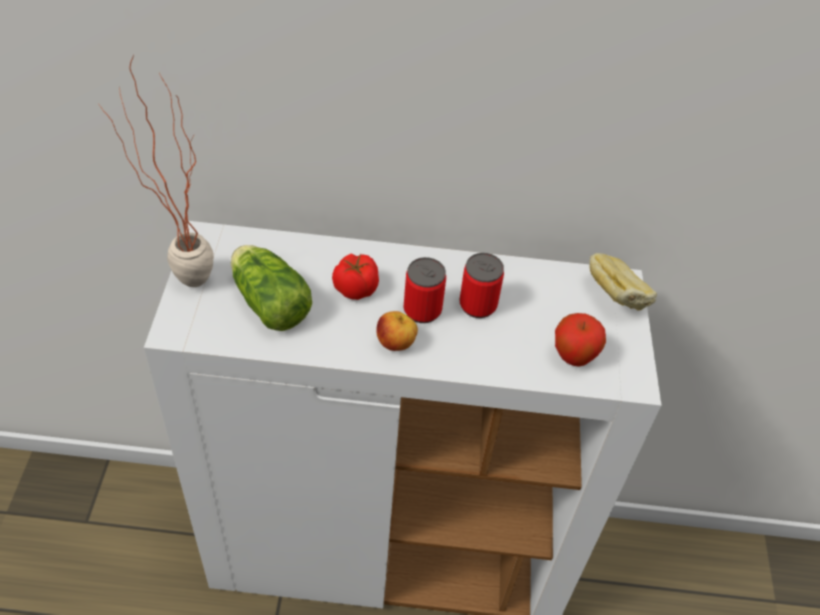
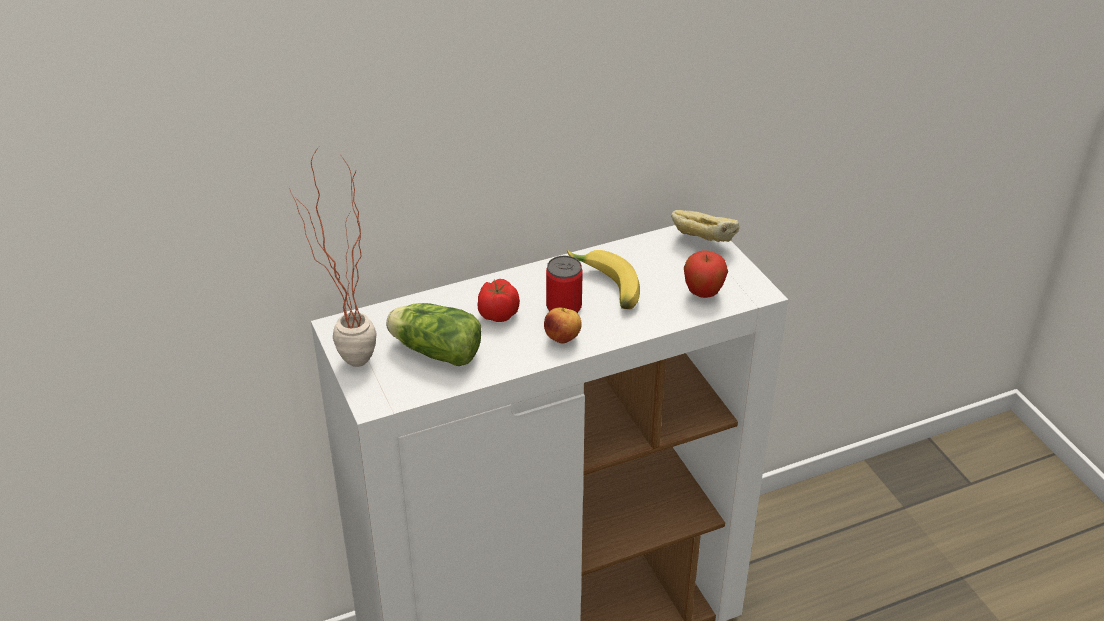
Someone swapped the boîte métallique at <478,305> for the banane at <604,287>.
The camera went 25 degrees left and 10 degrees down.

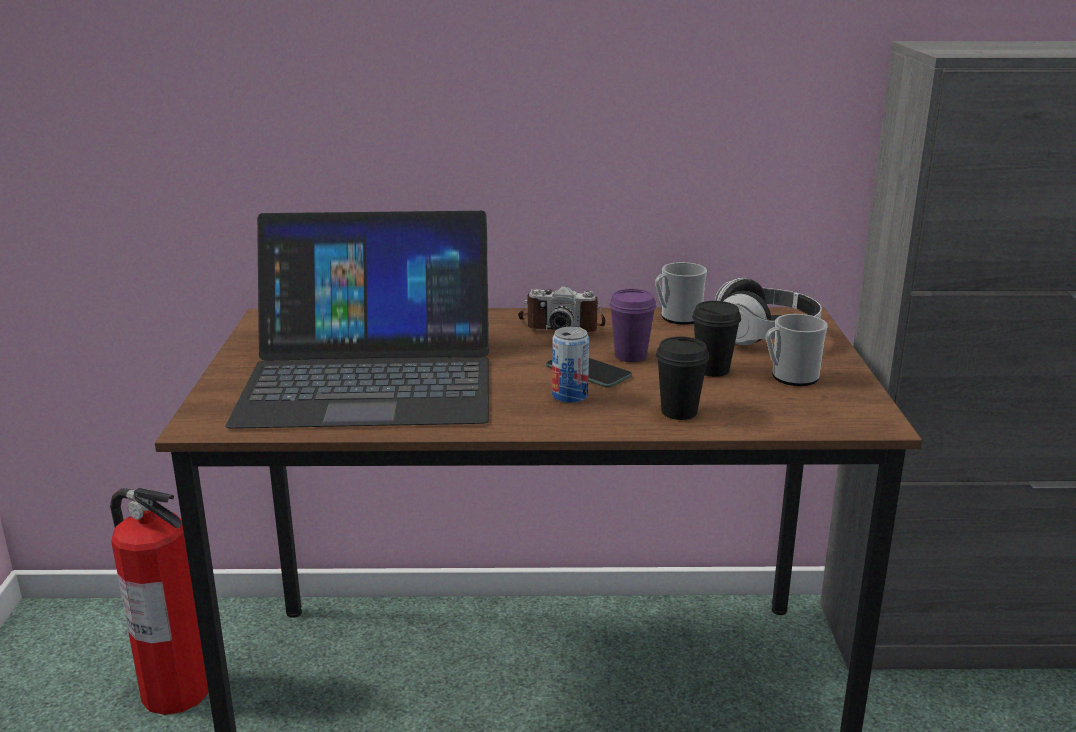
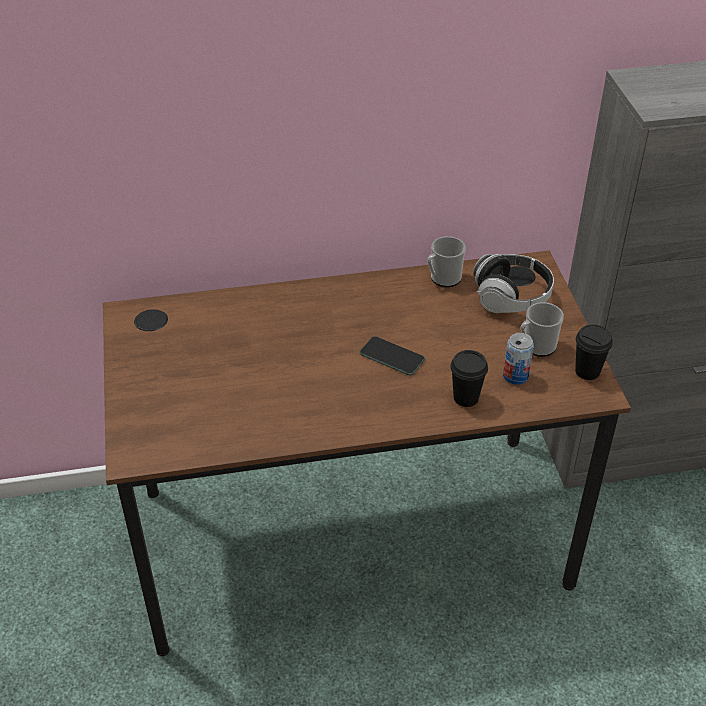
Someone took away the extincteur at <174,691>.
Someone took away the ordinateur portable at <370,377>.
Someone took away the appareil photo at <561,325>.
Someone carried the boîte métallique from <570,396> to <515,376>.
Someone took away the tasse (violet) at <630,356>.
Someone carried the tasse (noir) from <712,370> to <587,371>.
The camera went 10 degrees left and 20 degrees up.

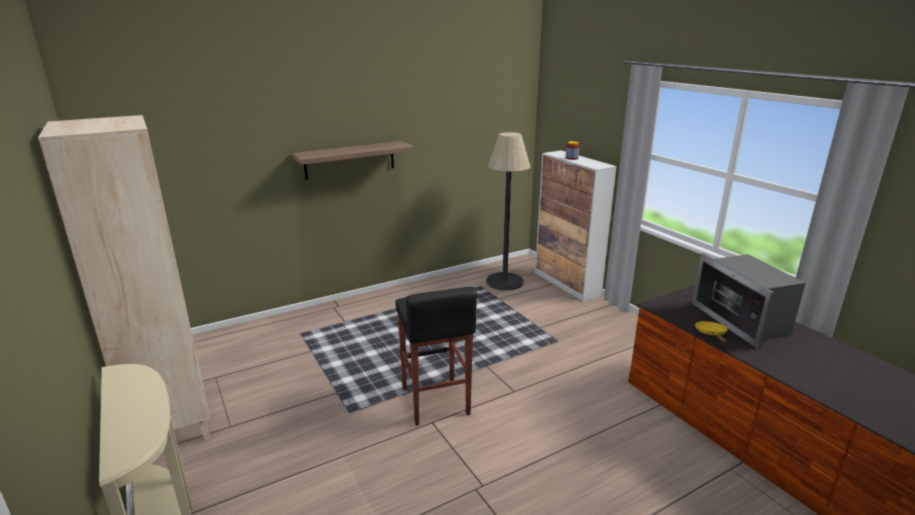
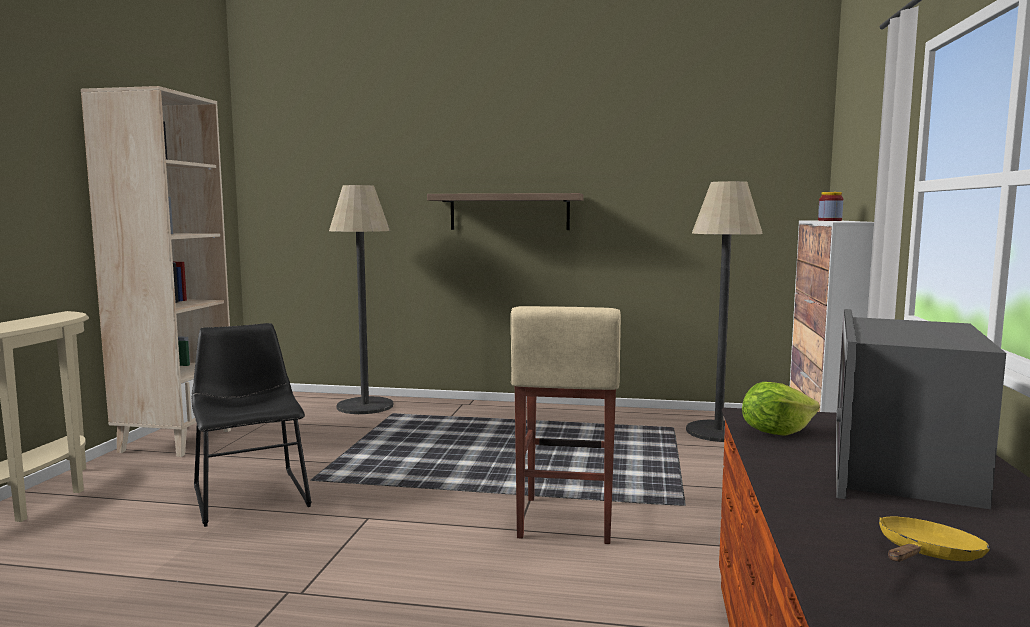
Someone took away the tabouret (noir) at <434,402>.
Someone carried the poêle (jaune) from <711,334> to <926,555>.
Someone put down the chaise (noir) at <250,494>.
Someone put down the lampadaire at <365,406>.
Someone put down the tabouret (beige) at <564,520>.
Someone put down the laitue at <775,432>.
The camera went 40 degrees right and 15 degrees down.

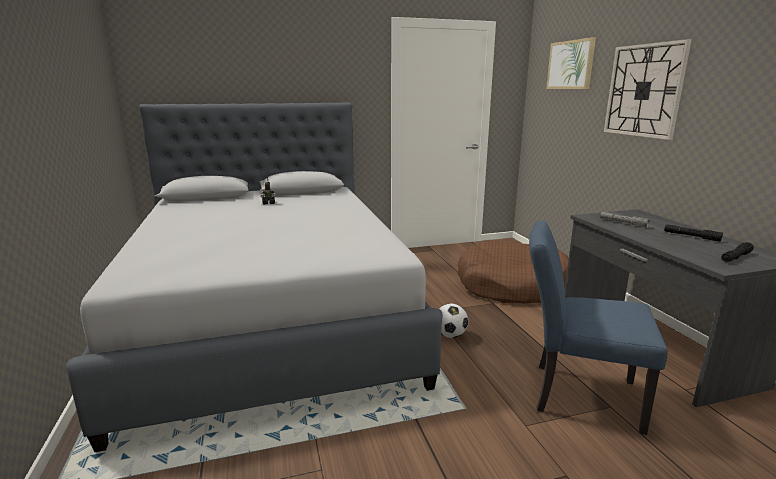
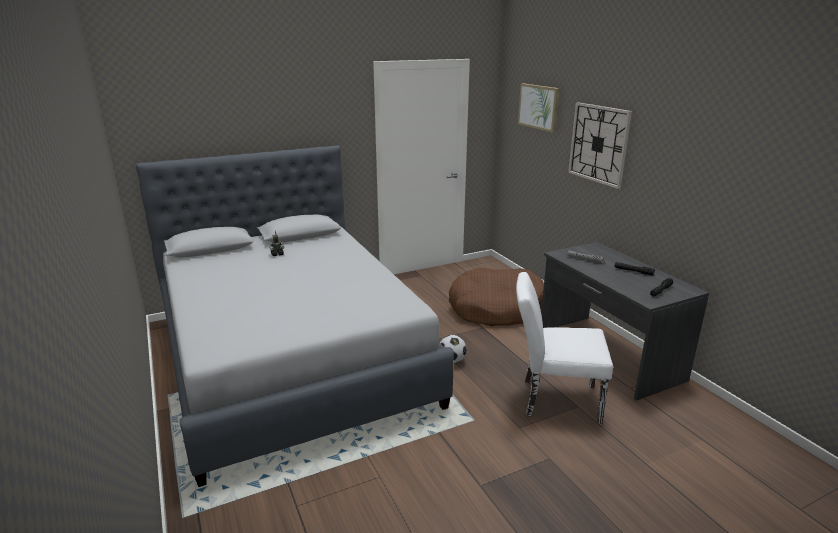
Someone repainted the chaise (bleu) at <576,394>, which became the chaise (blanc) at <553,400>.
The camera went 10 degrees left and 5 degrees up.

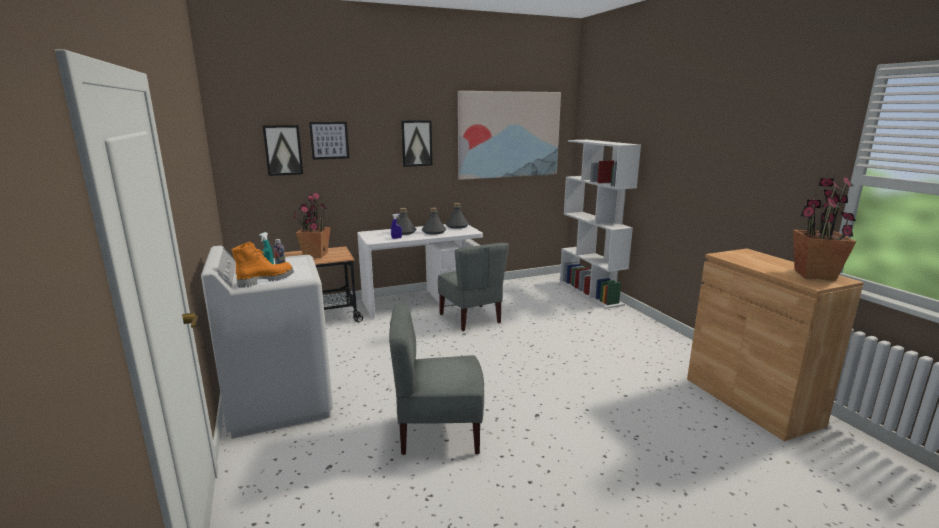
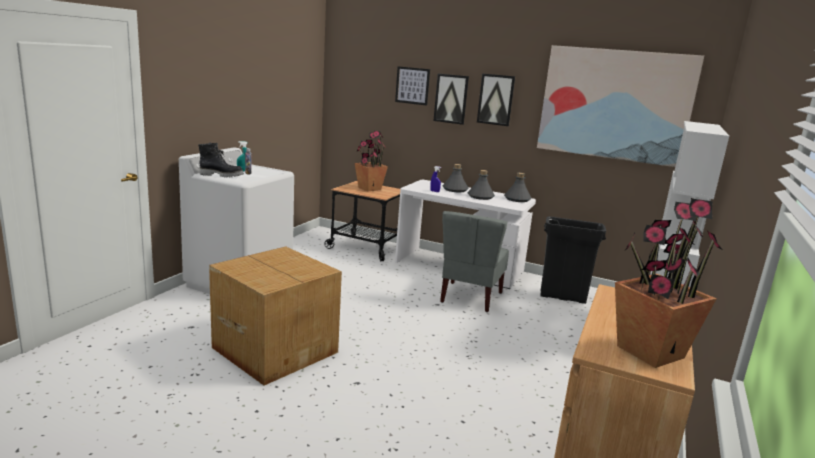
Someone repainted the botte (orange) at <266,280>, which became the botte (noir) at <222,175>.
Someone carried the tableau from <283,150> to <451,99>.
Someone swapped the chaise (gris) at <439,432> for the carton at <275,349>.
Someone put down the poubelle (noir) at <563,297>.
The camera went 45 degrees right and 0 degrees up.

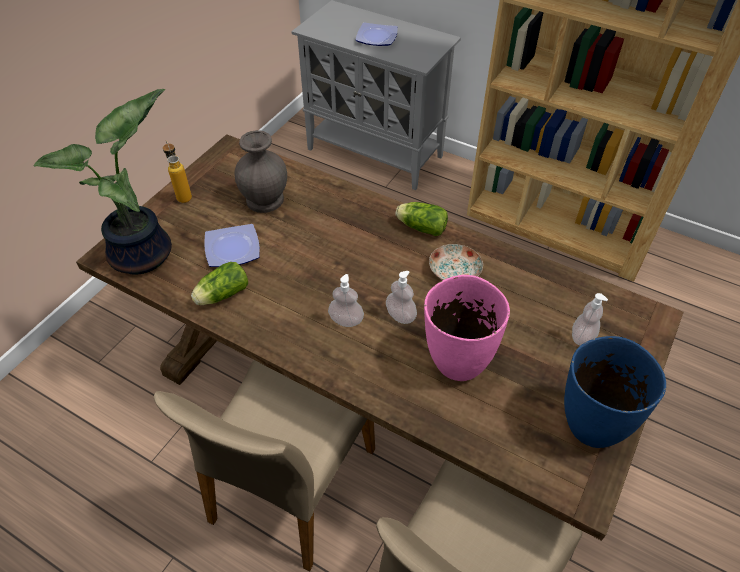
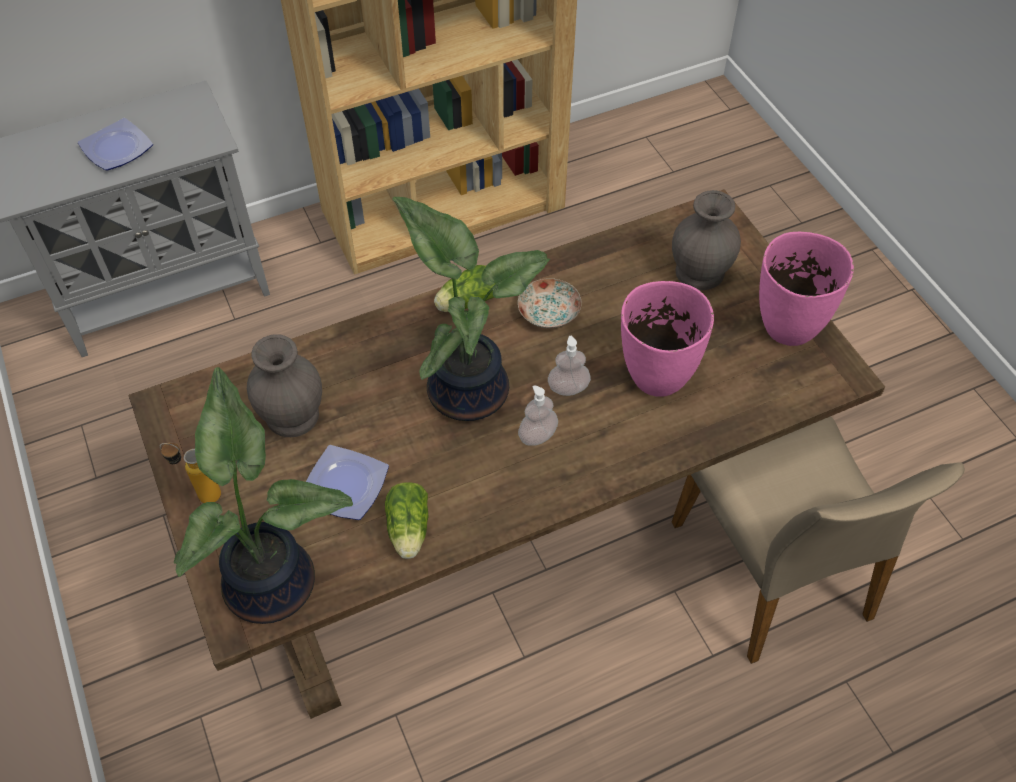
Someone took away the chaise (beige) at <290,485>.
Someone repainted the vase (bleu) at <591,425>, which became the vase (rose) at <787,328>.
Someone swapped the distributeur de savon at <582,337> for the vase (gris) at <698,272>.
Someone put down the plante en pot at <469,388>.
The camera went 55 degrees left and 5 degrees up.

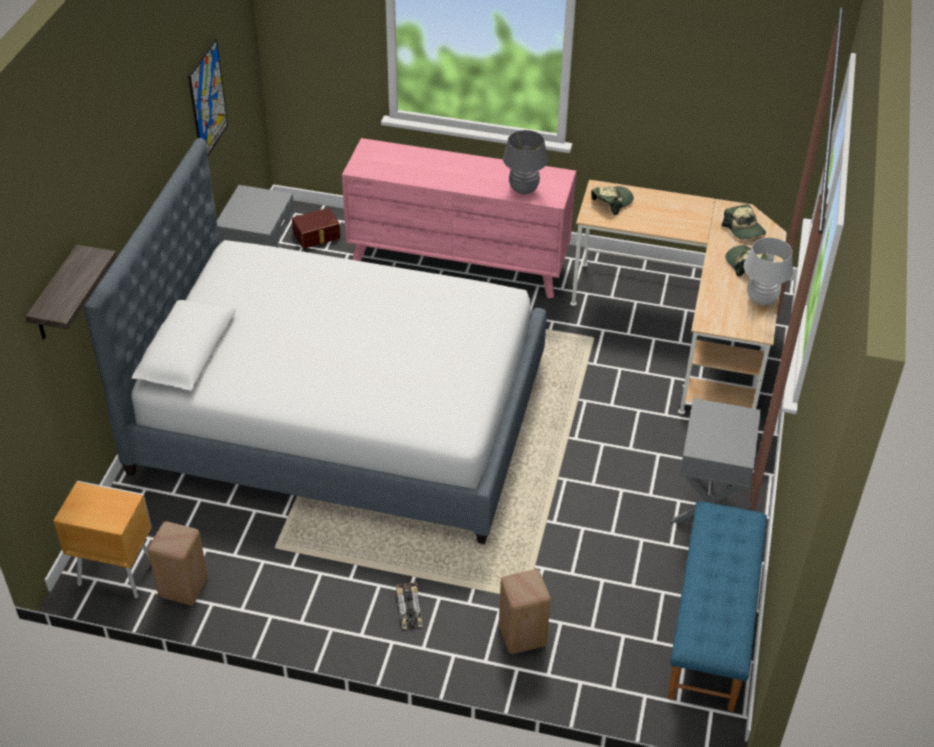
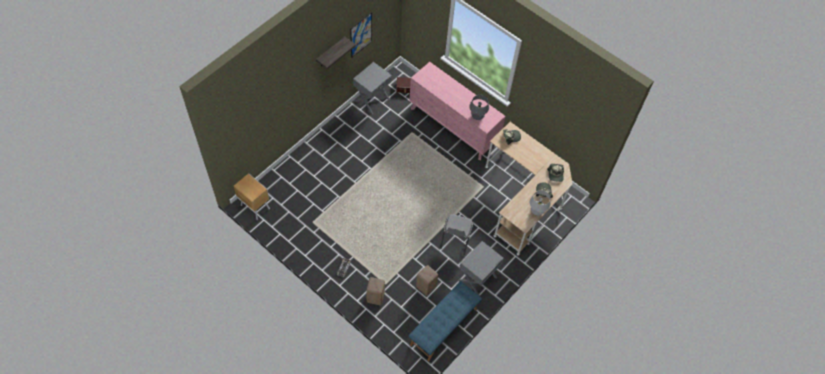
Someone carried the étagère from <56,296> to <330,52>.
Someone took away the lit at <341,415>.
Someone carried the tabouret (beige) from <183,586> to <426,286>.
Someone put down the chaise (gris) at <455,239>.
The camera went 25 degrees right and 15 degrees up.

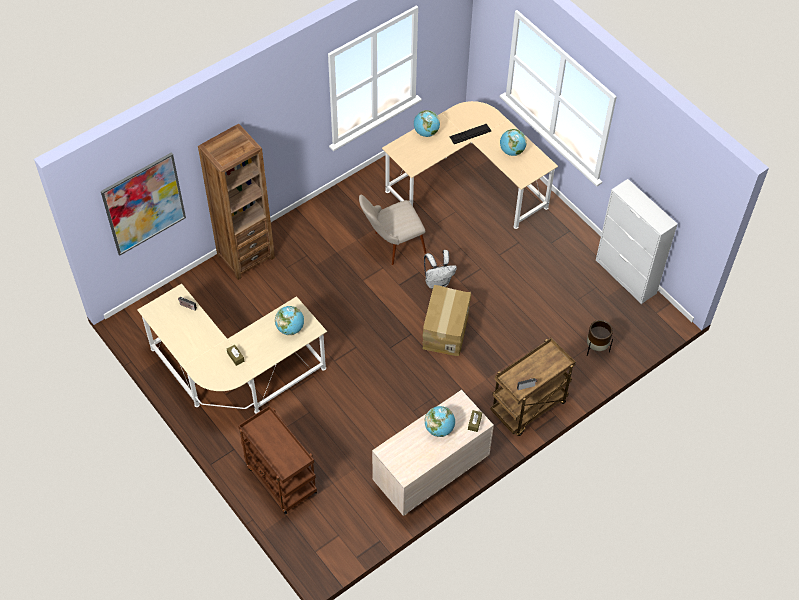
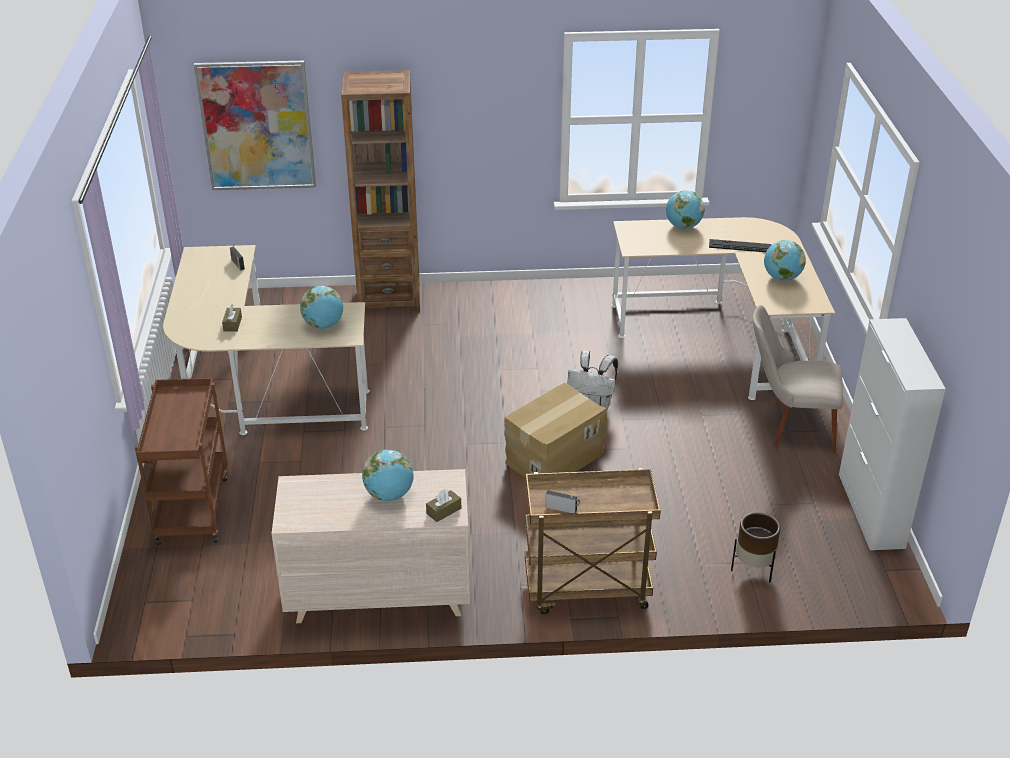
Someone carried the chaise (beige) from <391,246> to <789,426>.
The camera went 35 degrees right and 20 degrees down.

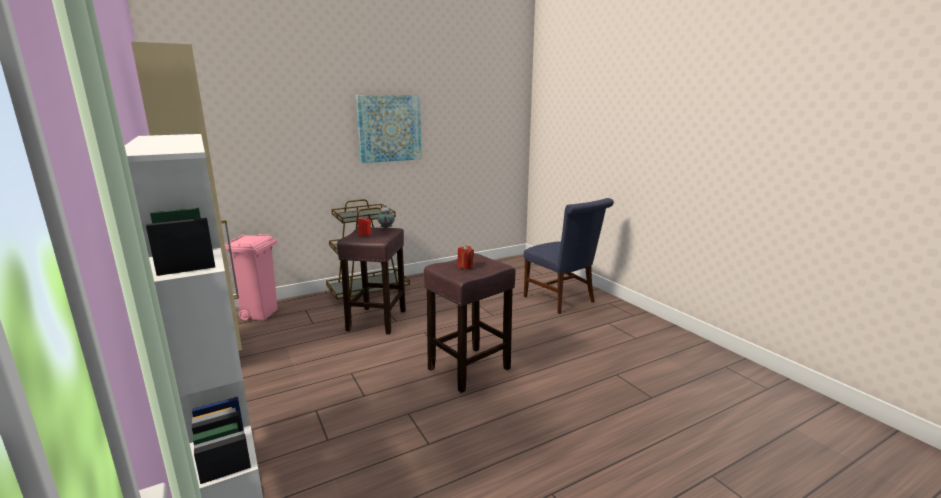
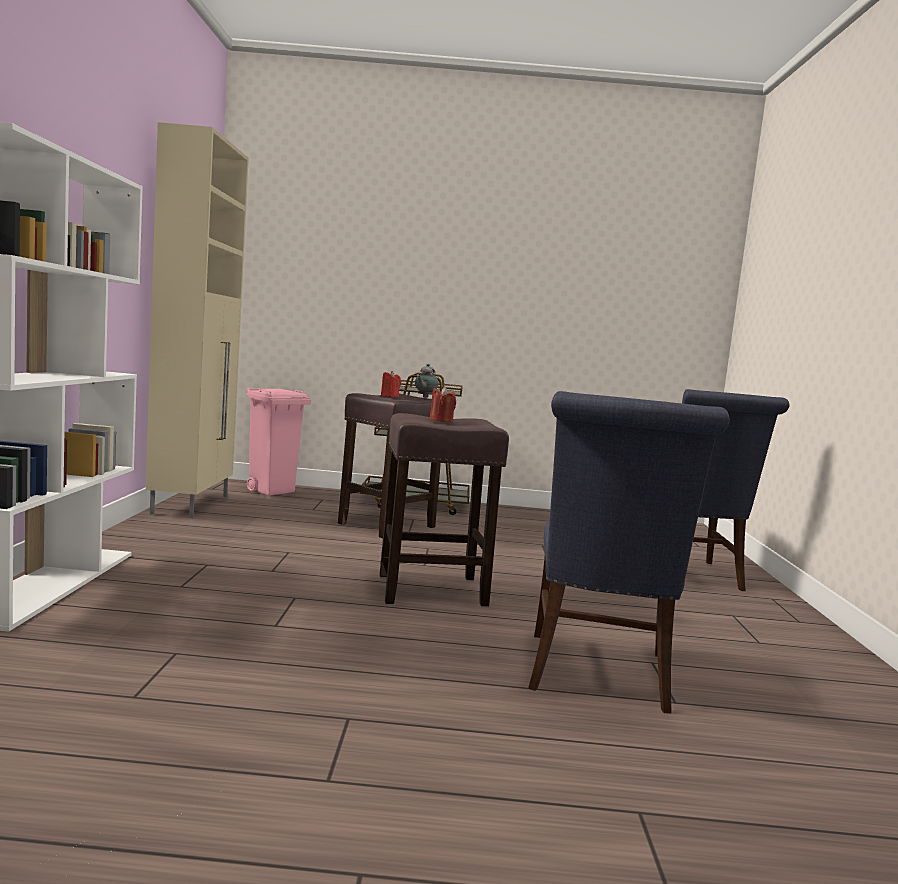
Someone took away the tableau at <389,128>.
Someone put down the chaise (bleu) at <598,675>.
The camera went 30 degrees right and 10 degrees down.

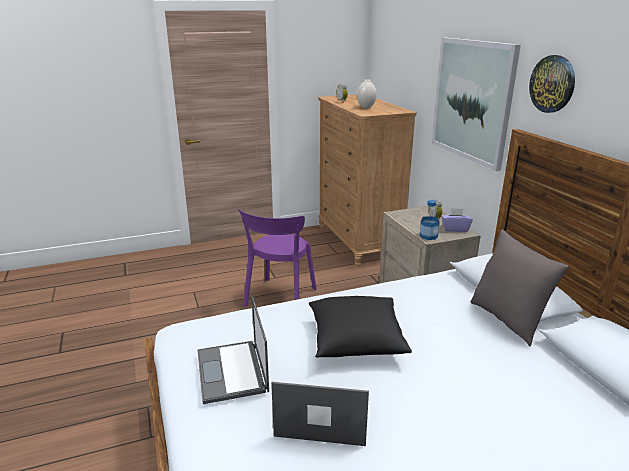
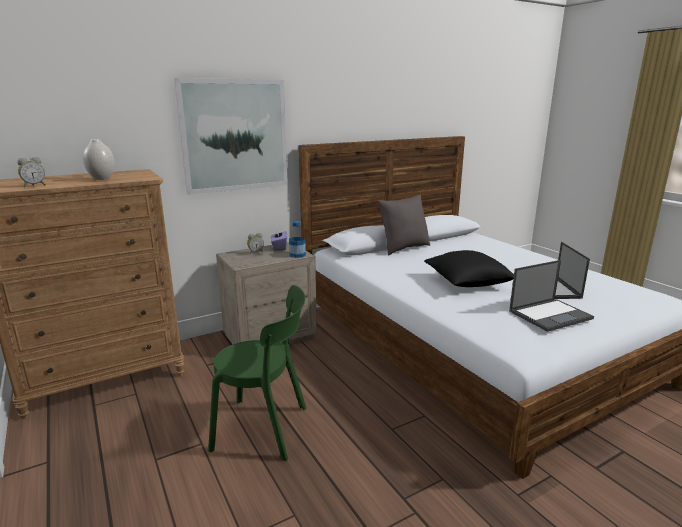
Someone repainted the chaise (violet) at <279,299>, which became the chaise (vert) at <265,429>.
Someone took away the horloge murale at <552,84>.
The camera went 100 degrees left and 5 degrees down.

